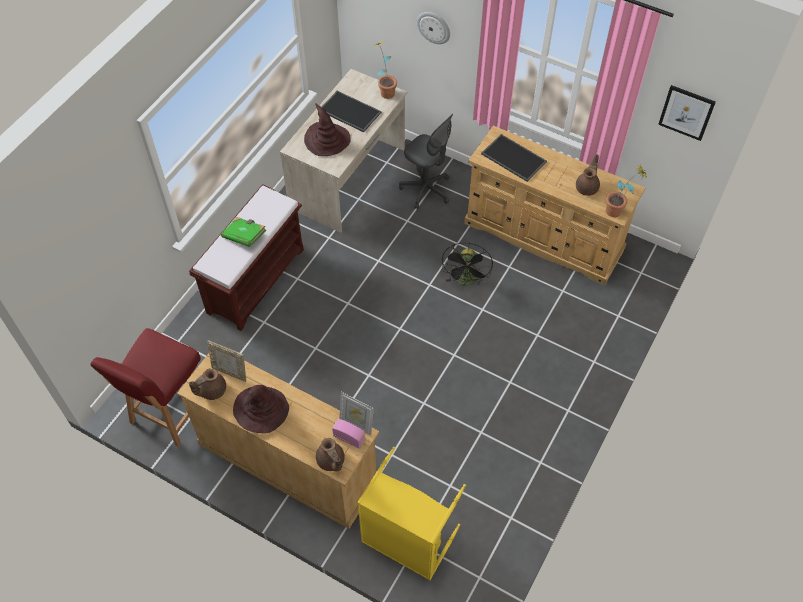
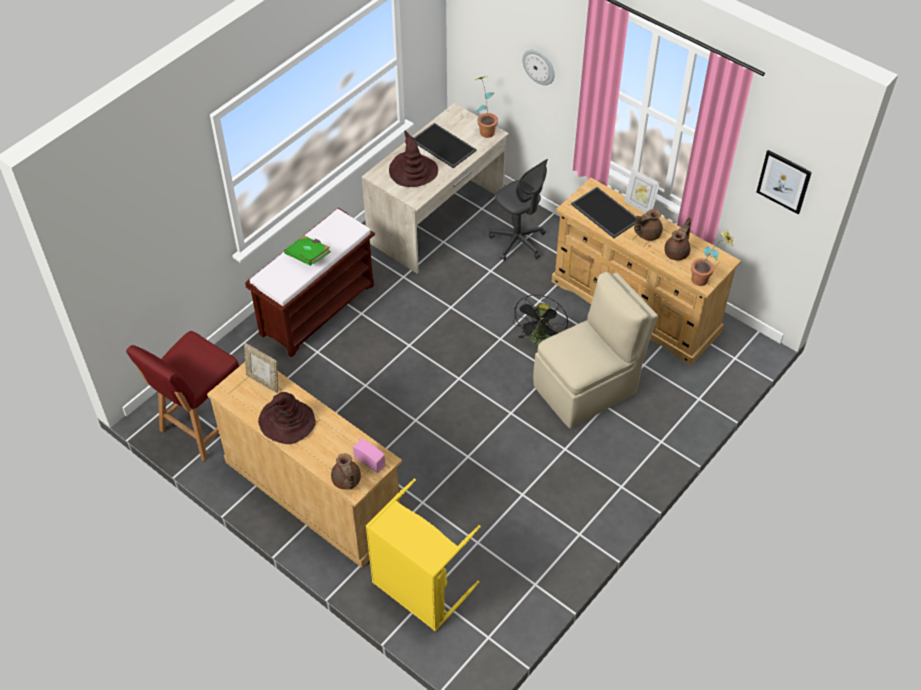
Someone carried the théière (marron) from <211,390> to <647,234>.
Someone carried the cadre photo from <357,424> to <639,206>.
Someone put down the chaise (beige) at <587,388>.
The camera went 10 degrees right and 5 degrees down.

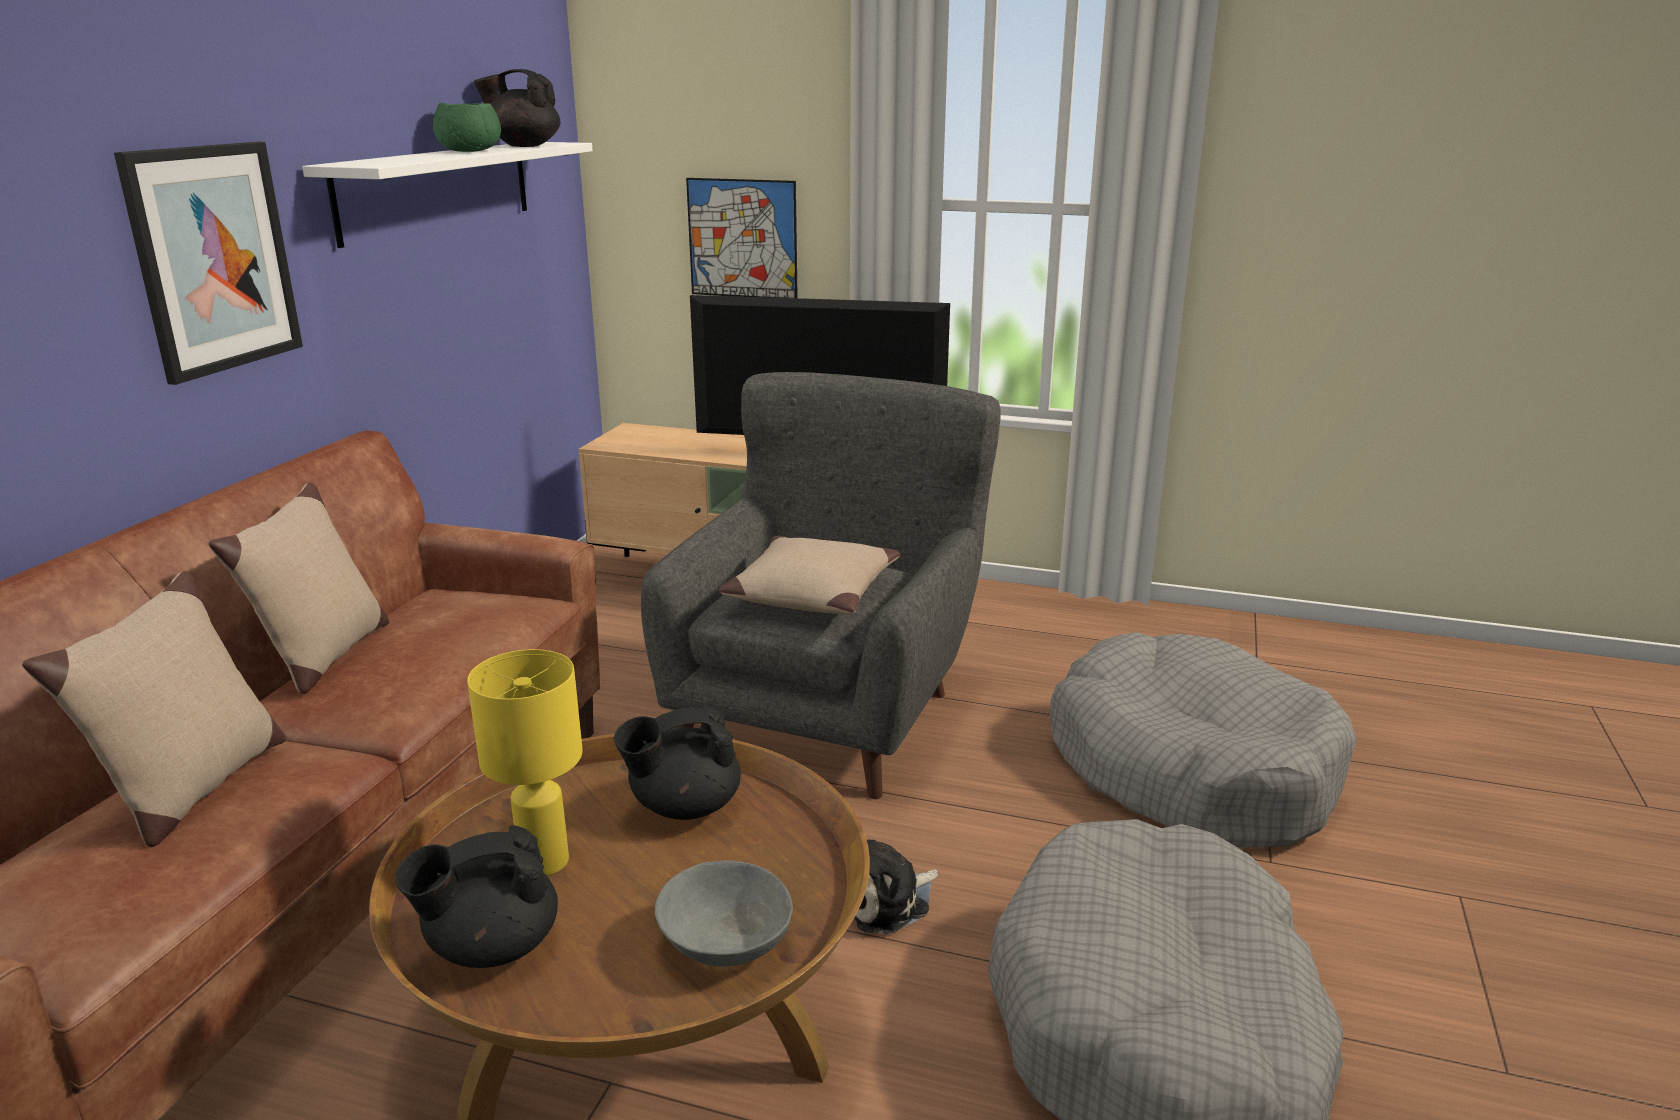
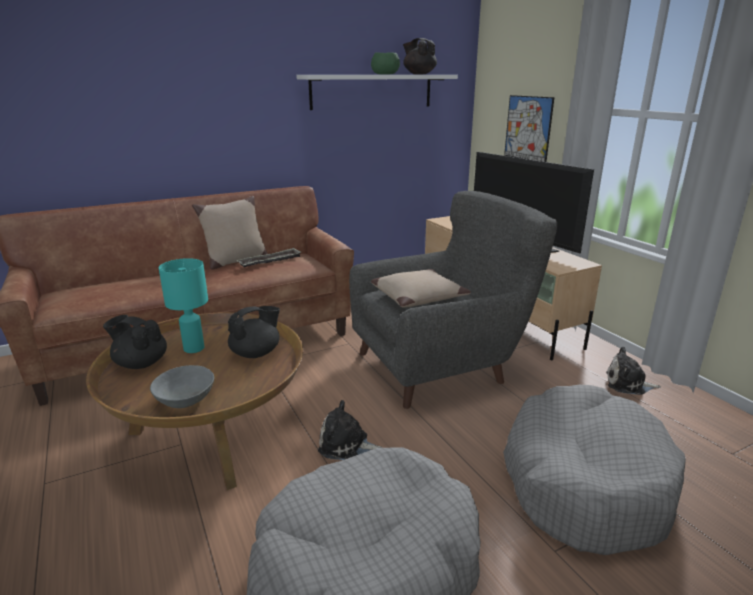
Someone took away the coussin (beige) at <193,790>.
Someone took away the tableau at <213,259>.
Someone repainted the lampe de table (jaune) at <544,860>, which became the lampe de table (turquoise) at <194,348>.
Someone rotated the théière (noir) at <683,806> by 120 degrees clockwise.
Someone put down the plateau at <270,261>.
Someone put down the peluche at <628,384>.
The camera went 45 degrees right and 0 degrees up.

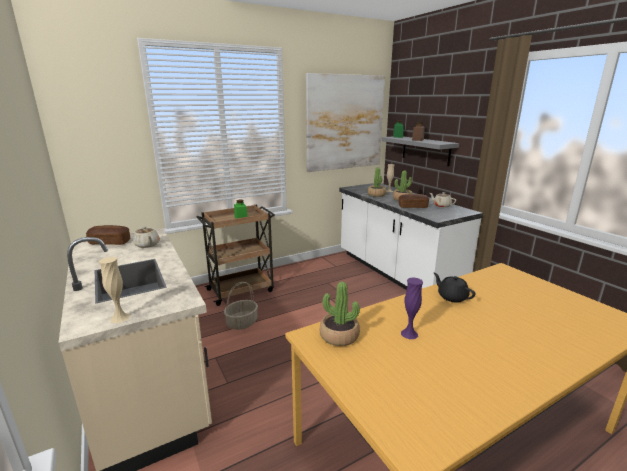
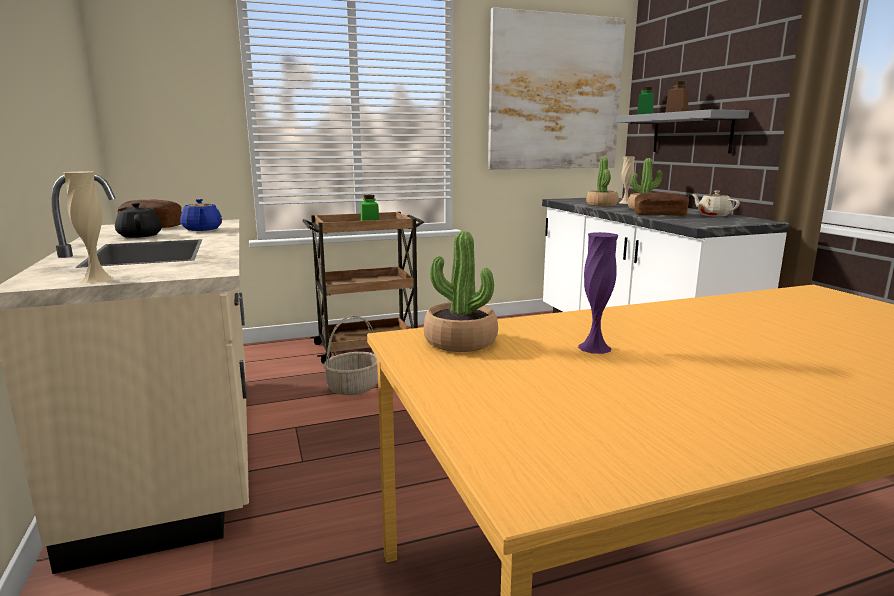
Someone repainted the théière (beige) at <147,245>, which became the théière (bleu) at <202,229>.
Someone carried the théière (noir) from <452,297> to <140,235>.
The camera went 10 degrees right and 5 degrees down.

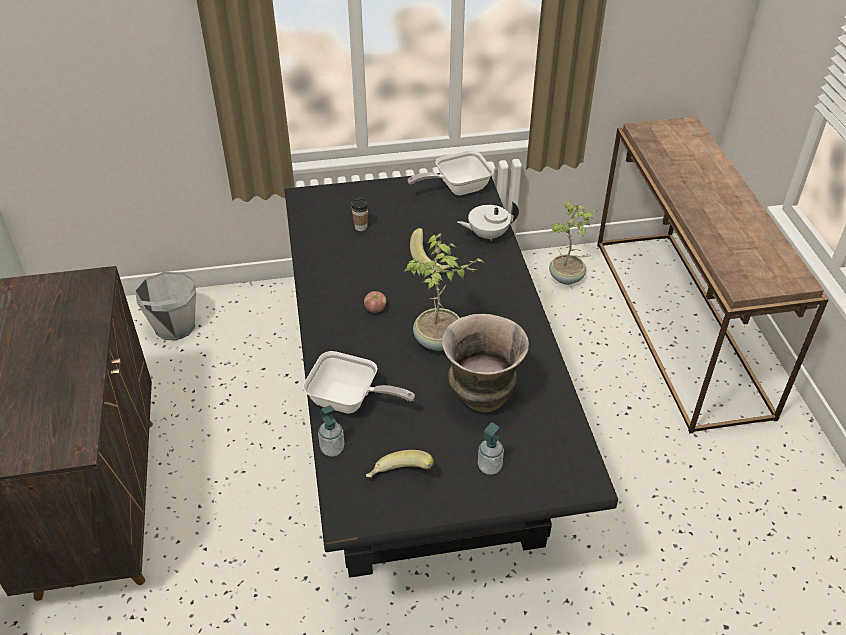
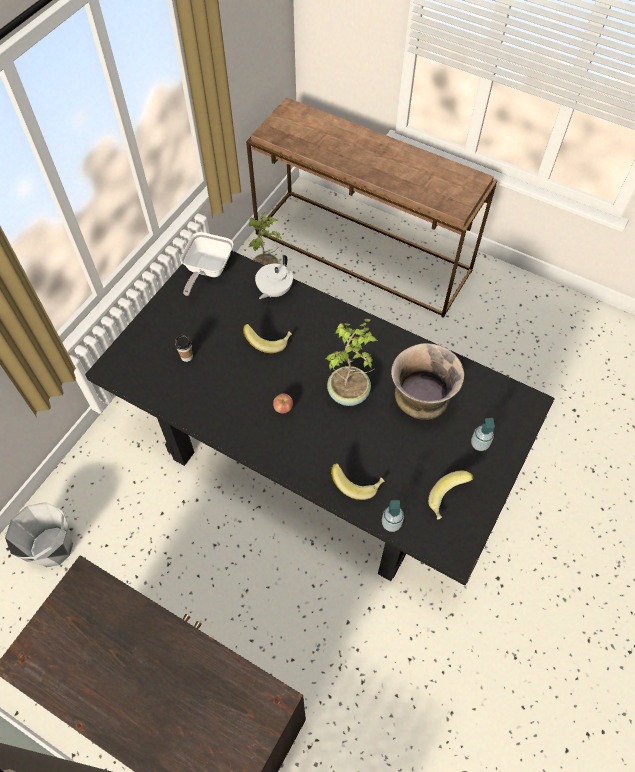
Someone swapped the poêle at <350,401> for the banane at <357,483>.
The camera went 50 degrees left and 15 degrees up.

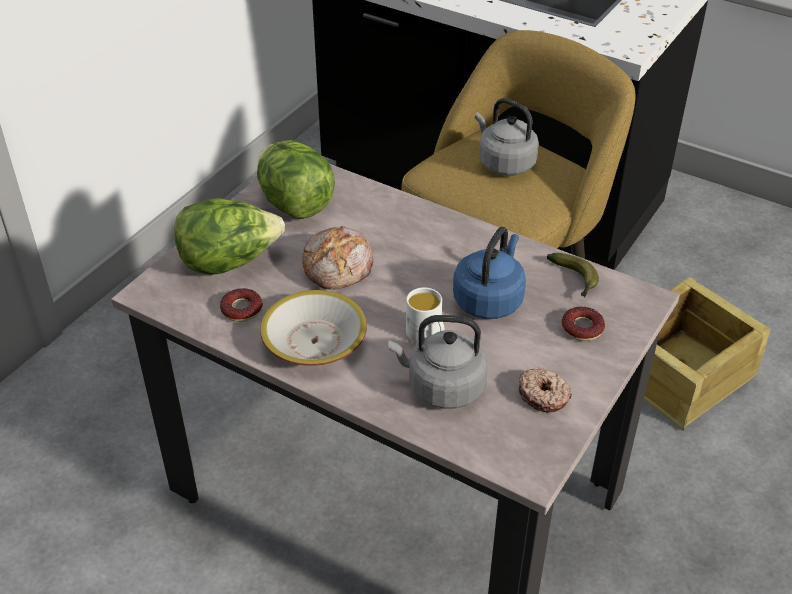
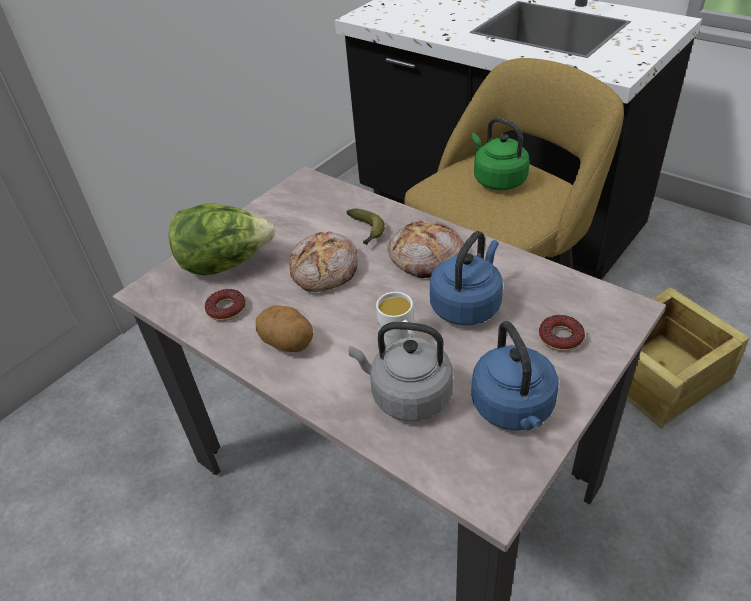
Someone took away the laitue at <295,204>.
Someone swapped the bol at <314,342> for the pomme de terre at <288,343>.
Someone repainted the bouilloire (gris) at <504,163>, which became the bouilloire (vert) at <497,180>.
Someone swapped the beignet at <543,395> for the bouilloire (bleu) at <514,409>.
Someone carried the banane from <575,280> to <366,232>.
Someone put down the pain at <428,259>.
The camera went 10 degrees right and 0 degrees up.

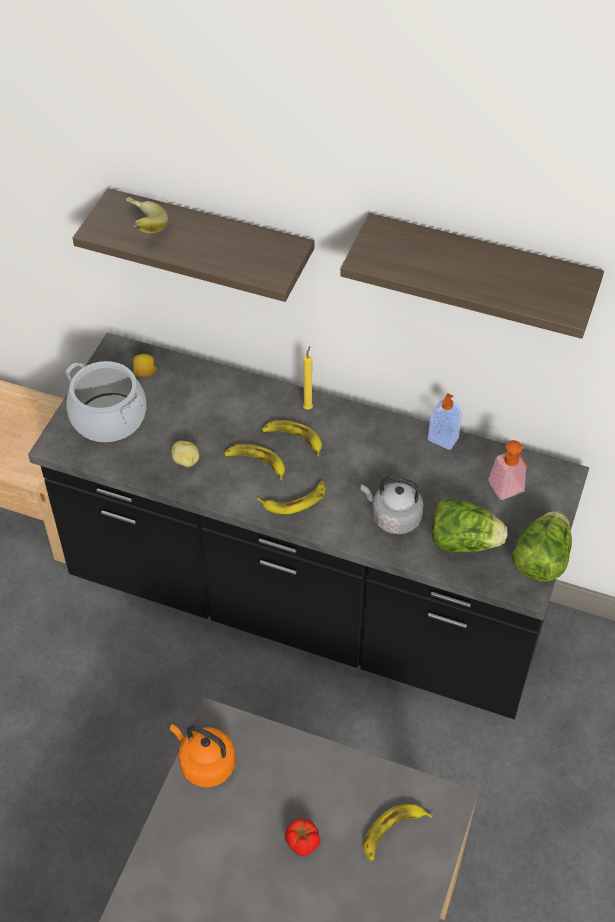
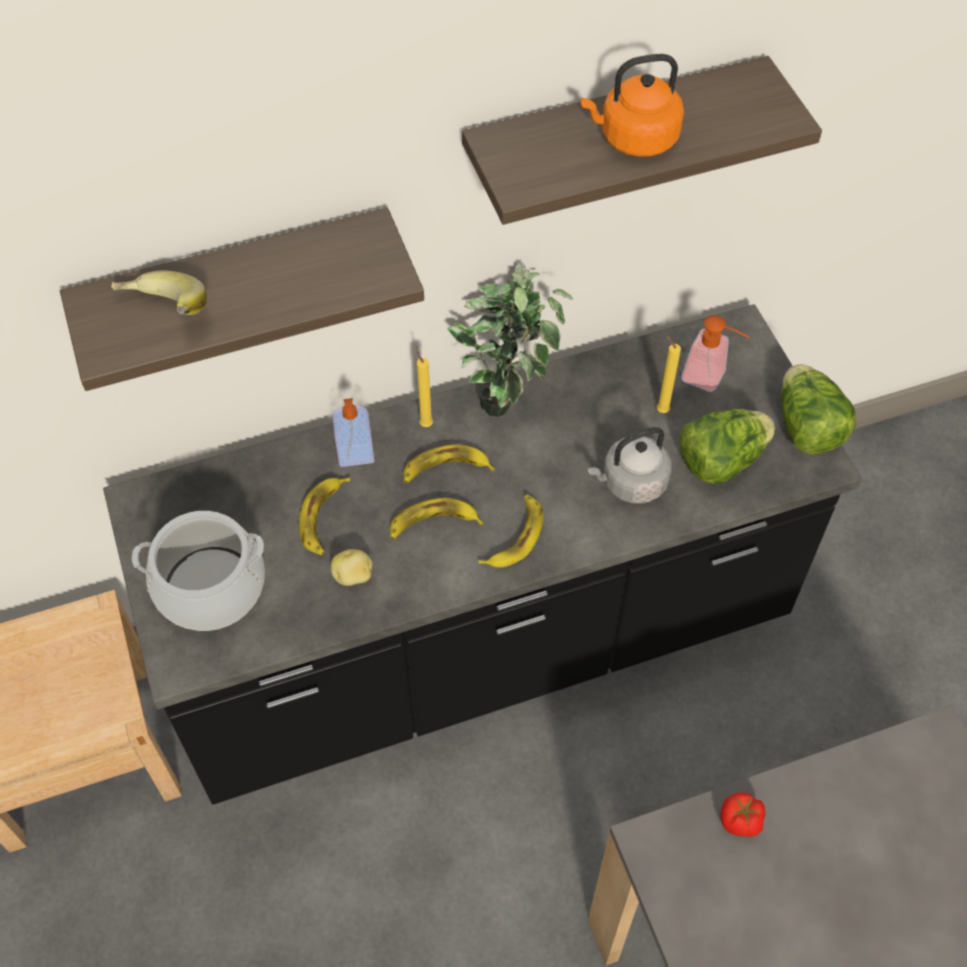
Someone took away the citron at <144,373>.
Someone carried the bouilloire (orange) from <205,763> to <634,138>.
Someone carried the tomate from <302,843> to <740,821>.
Someone carried the banane from <393,832> to <323,518>.
Someone carried the distributeur de savon from <442,440> to <356,456>.
Someone put down the plante en pot at <507,395>.
Someone put down the bougie (jaune) at <660,410>.
The camera went 40 degrees left and 5 degrees up.

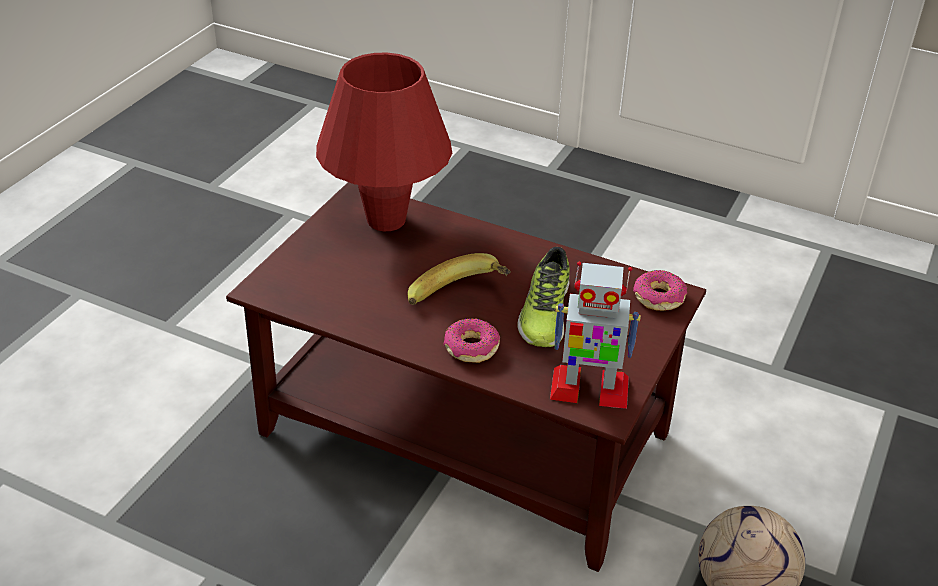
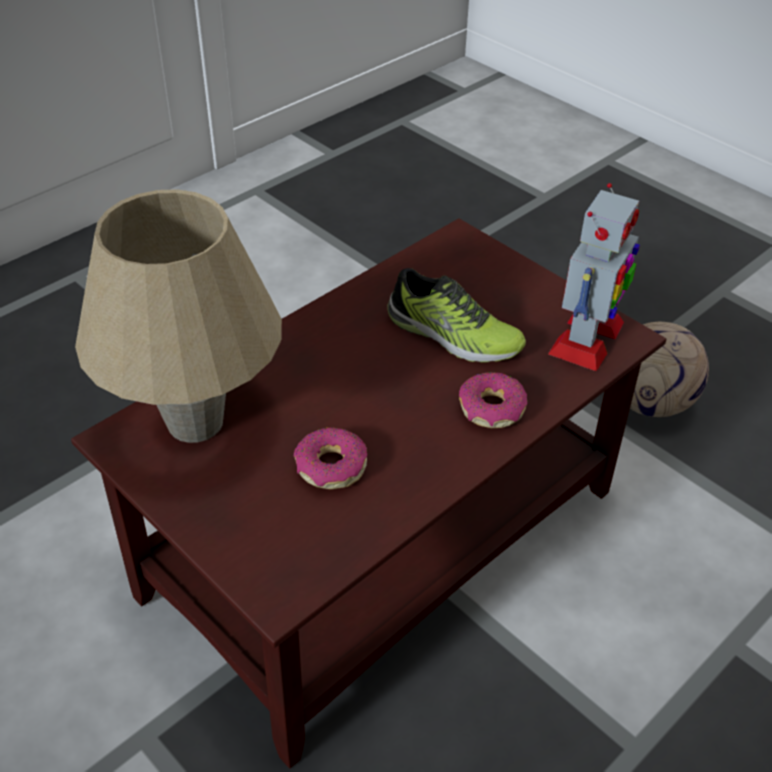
Someone repainted the lampe de table (rouge) at <386,220>, which became the lampe de table (beige) at <195,422>.
Someone took away the banane at <460,300>.
Someone carried the beignet from <658,298> to <331,467>.
The camera went 70 degrees left and 5 degrees up.

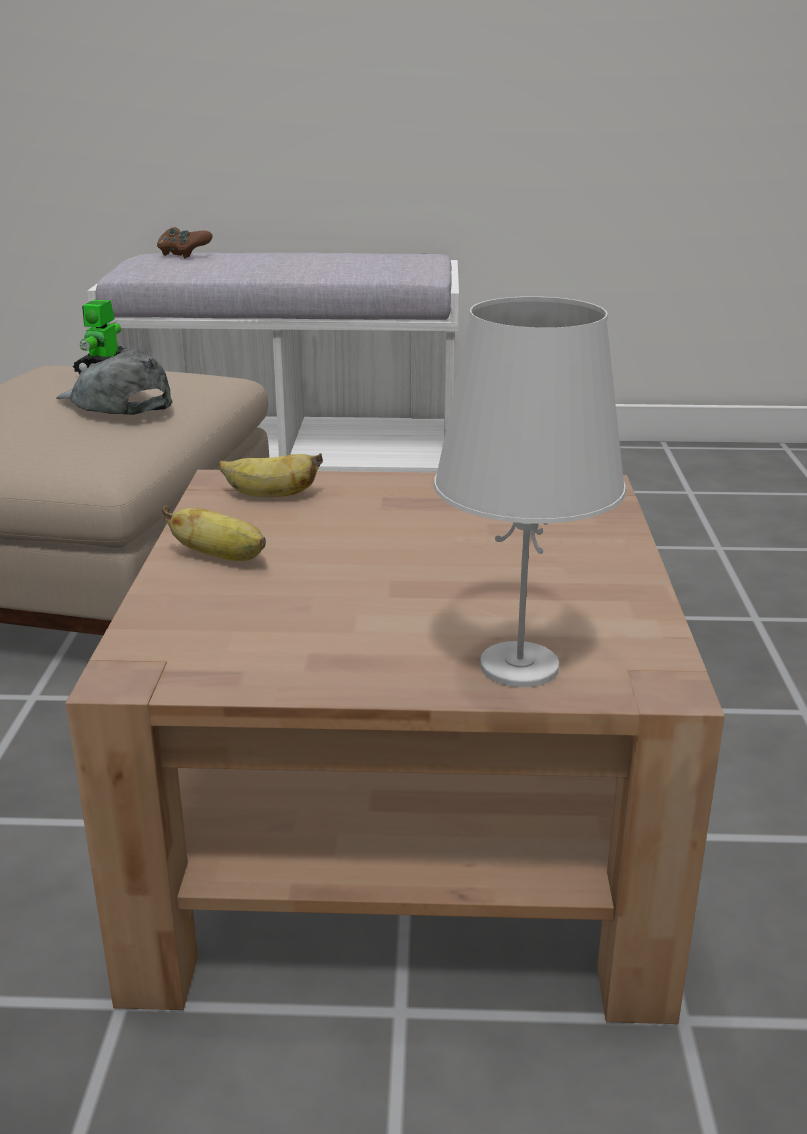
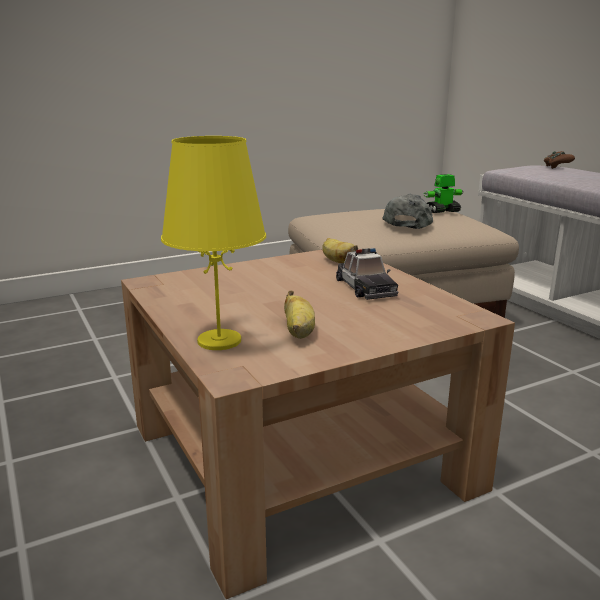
Someone carried the banane from <221,558> to <299,332>.
Someone repainted the lampe de table (blanc) at <520,666>, which became the lampe de table (jaune) at <219,341>.
Someone put down the petite voiture at <365,287>.
The camera went 60 degrees right and 5 degrees down.

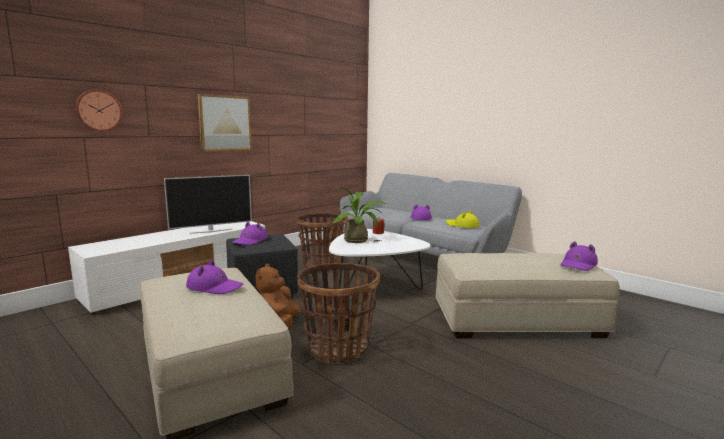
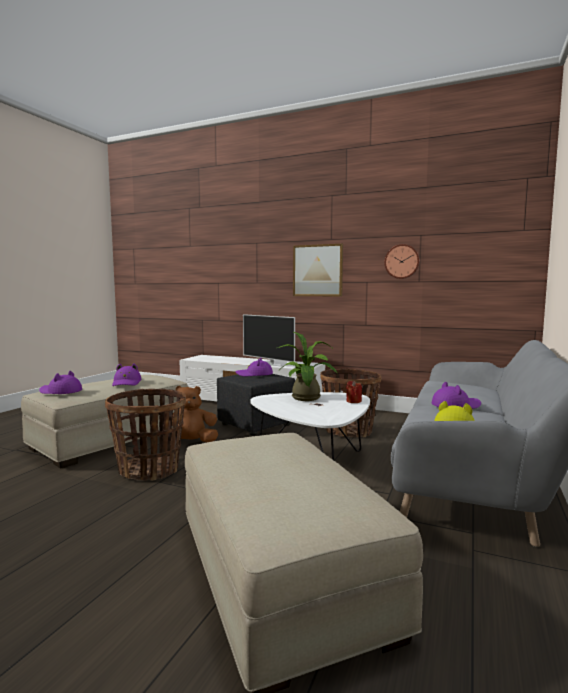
Someone carried the horloge murale from <98,110> to <402,261>.
Someone carried the chapeau (violet) from <578,265> to <60,391>.
The camera went 70 degrees right and 5 degrees down.

